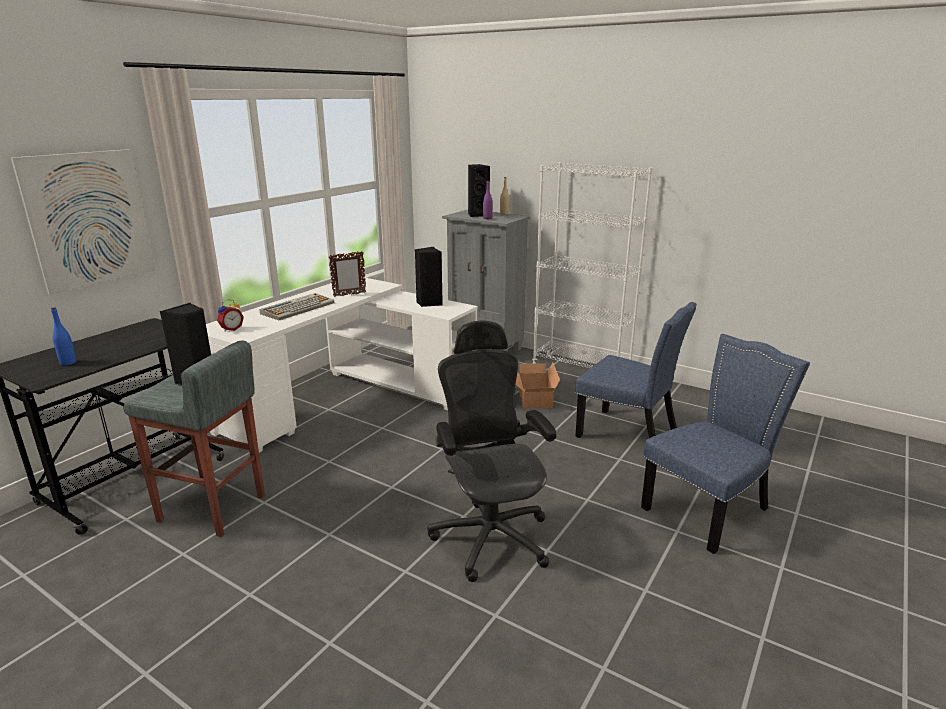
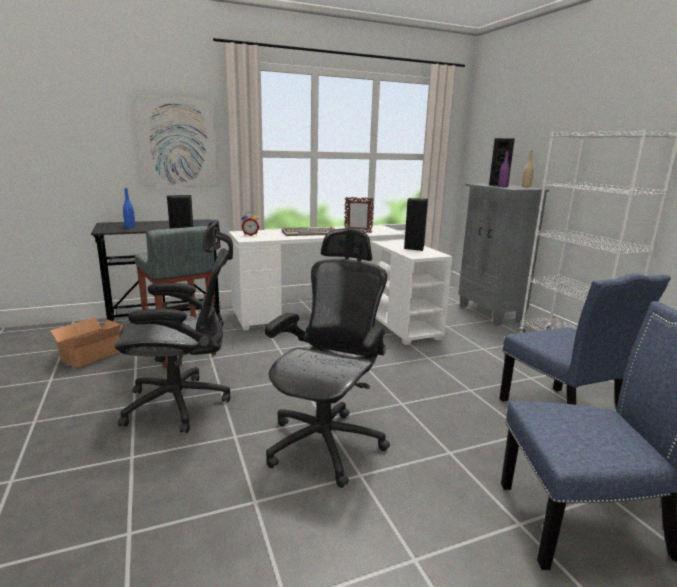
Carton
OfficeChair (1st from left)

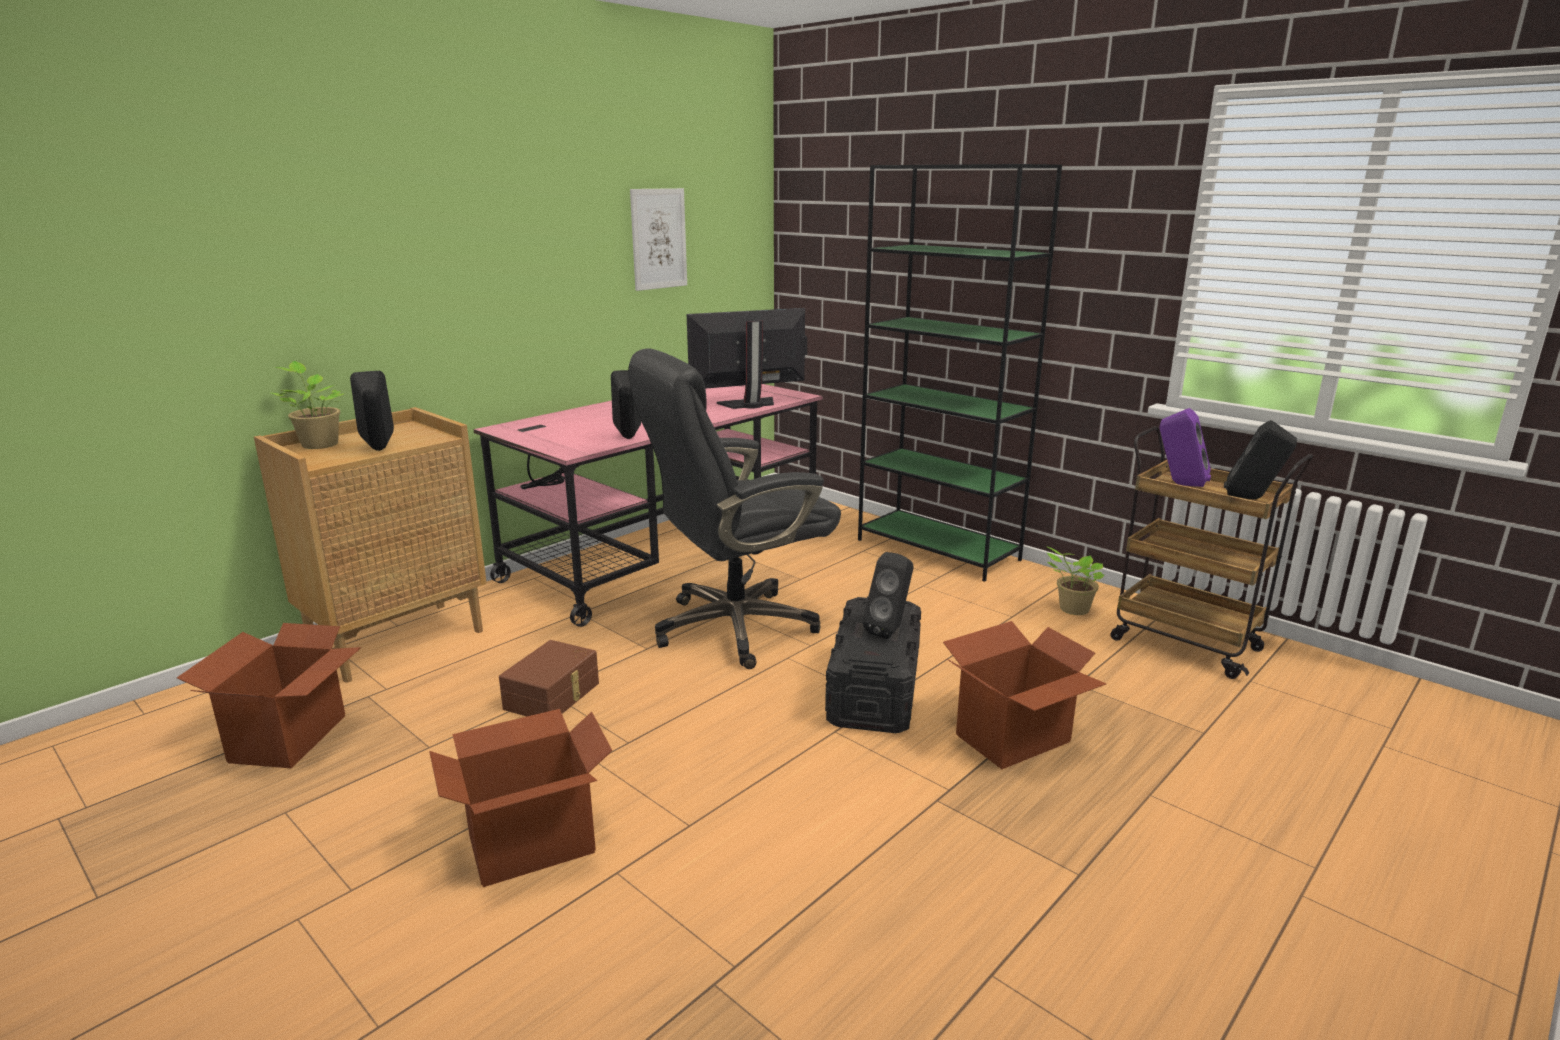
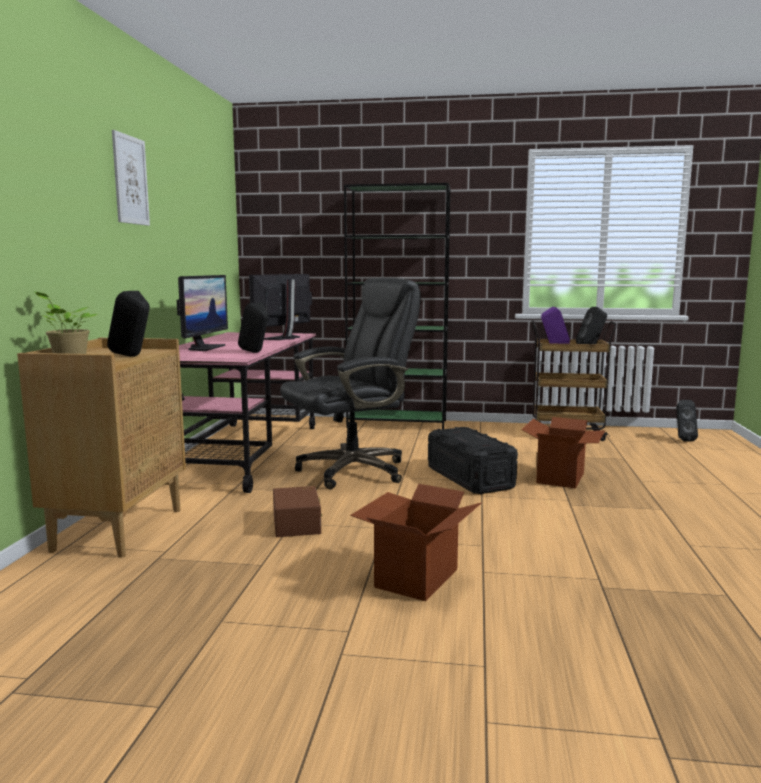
Carton (1st from left in the first image)
BlackOfficeChair
WallArt
BlackSpeaker (4th from left)
Houseplant (2nd from left in the first image)
ComputerDisplay (1st from left)

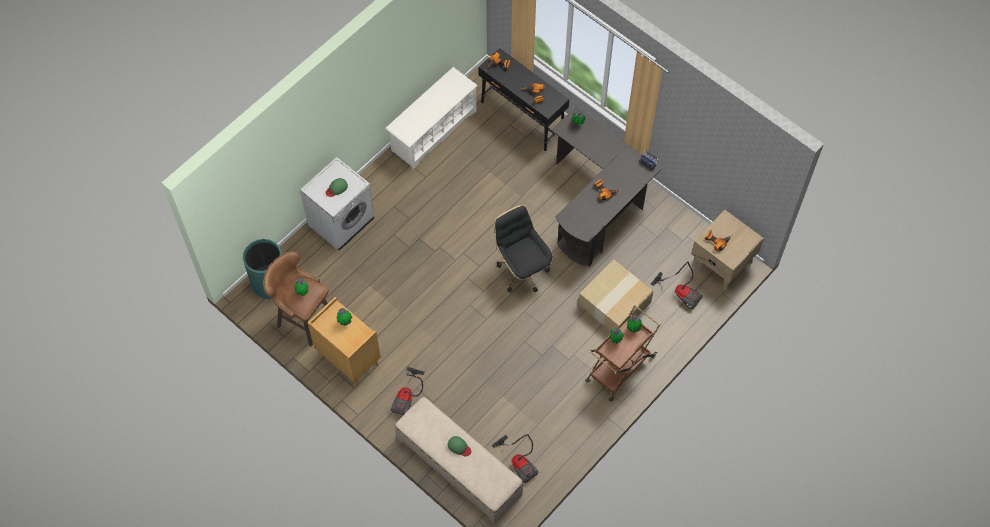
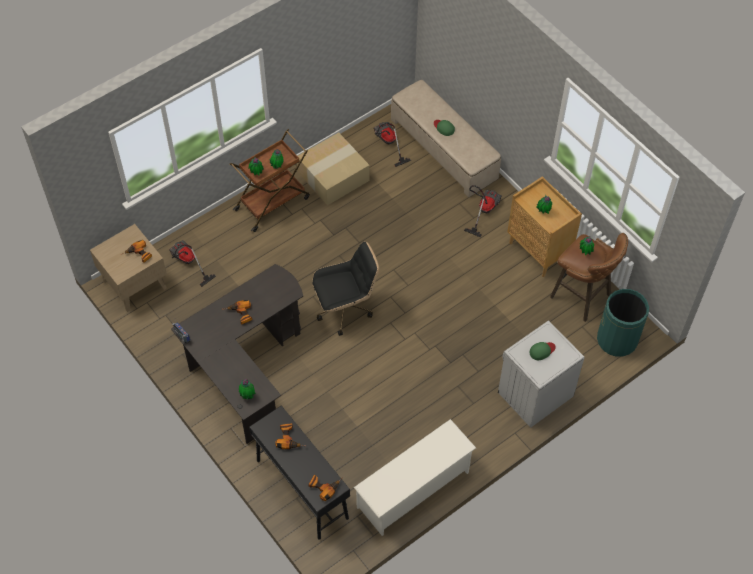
BlackOfficeChair
Carton

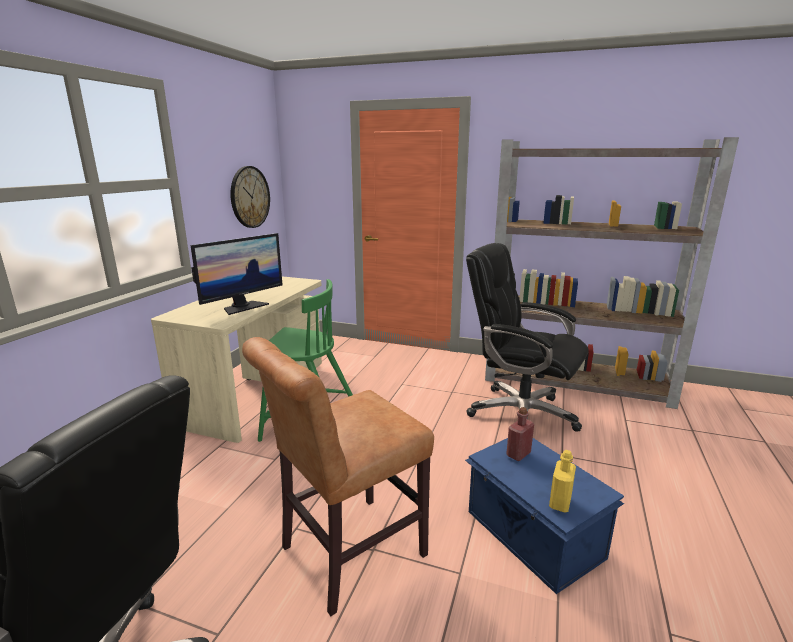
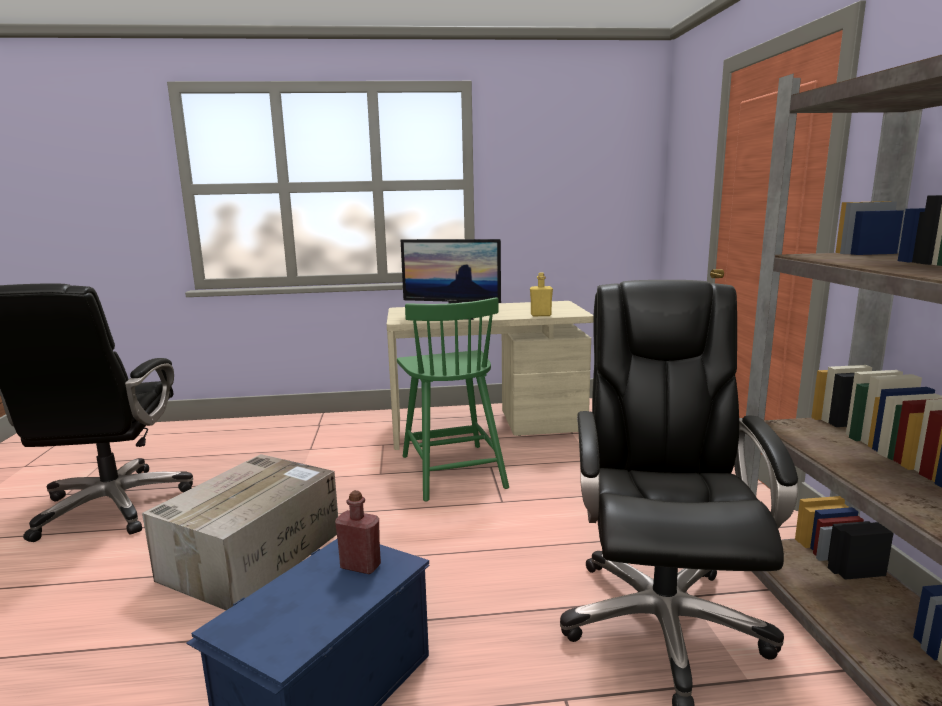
HangingClock
Carton
YellowishDrinkBottle

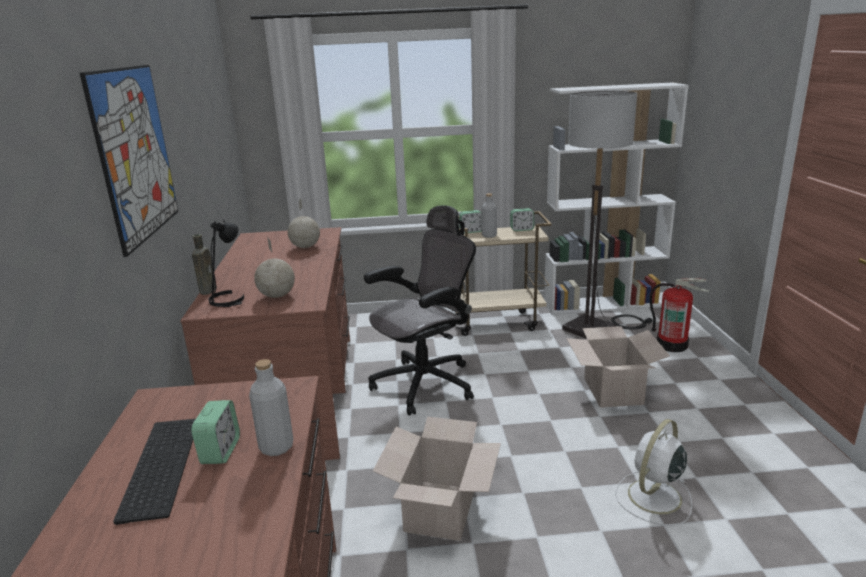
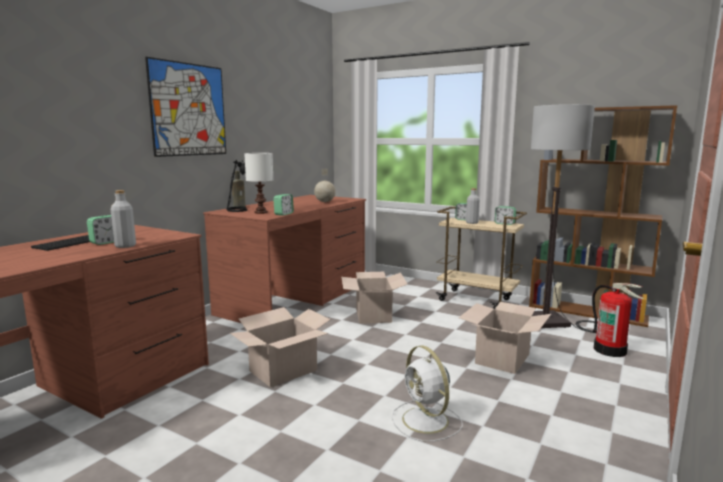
WhiteColouredTabletopLamp
Carton (2nd from left)
BrownColouredShelvingUnit
WhiteColouredCoolingFan
BedsideClock (2nd from left)

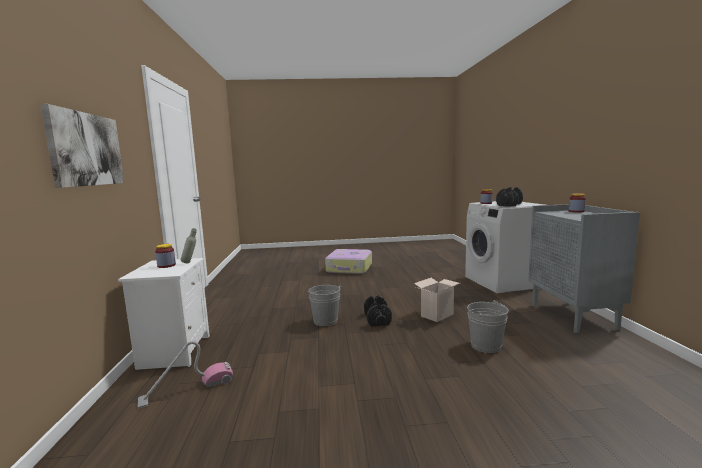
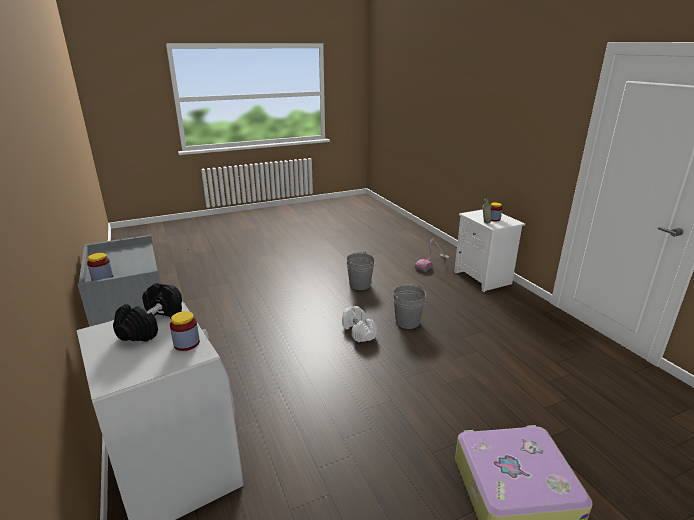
WallArt
WhiteColouredHandWeight
Carton
GreyishWaterBucket (1st from left)

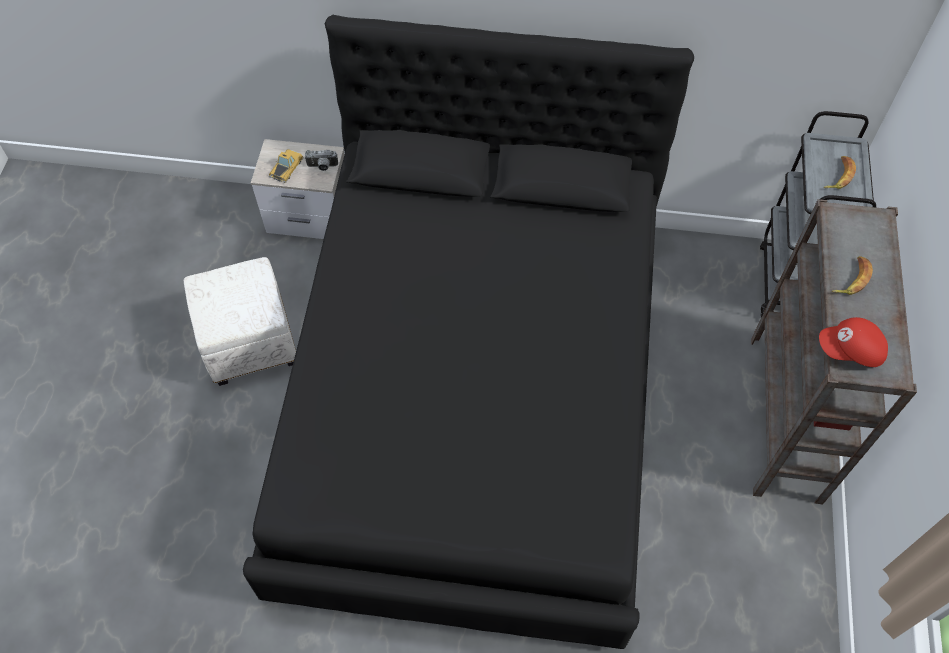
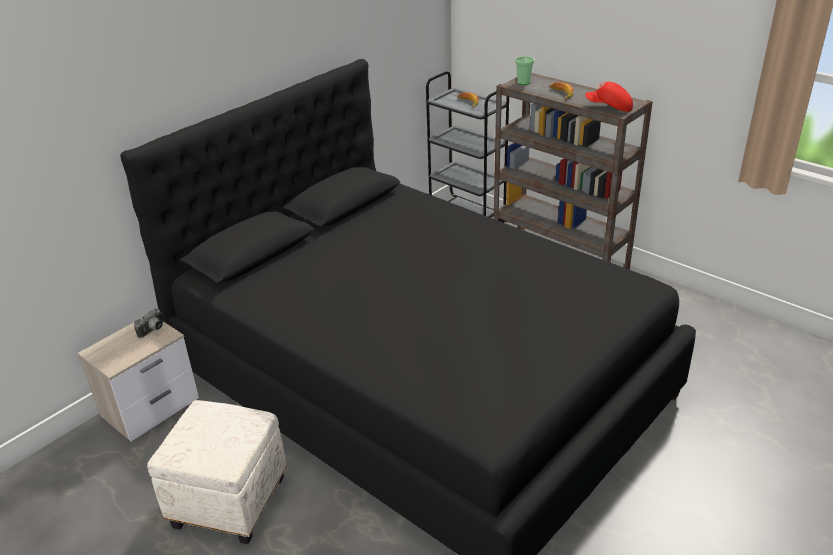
MiniatureCar
ReddishPeakedCap
SmallCup

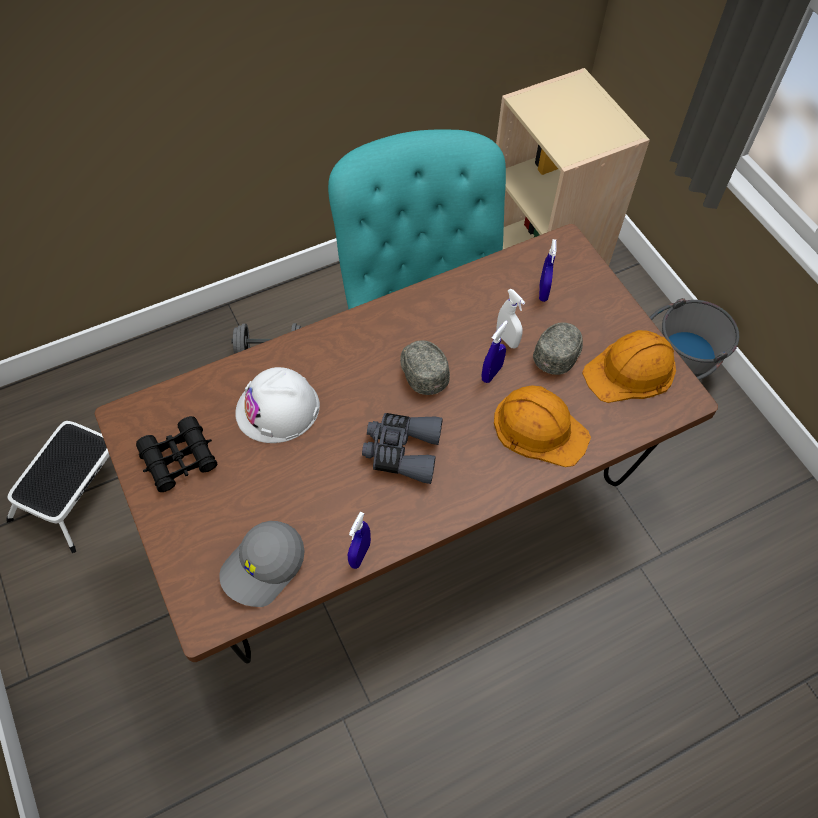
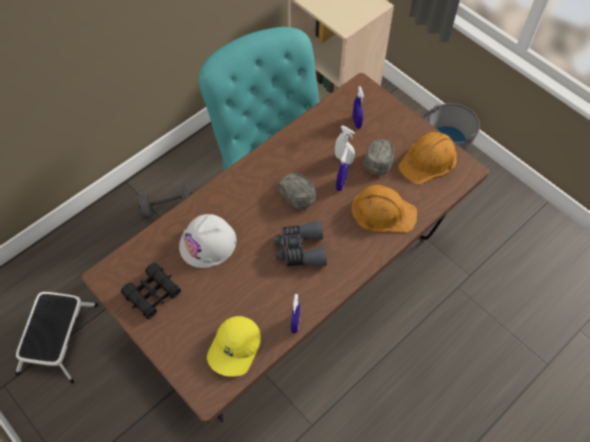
YellowishPeakedCap

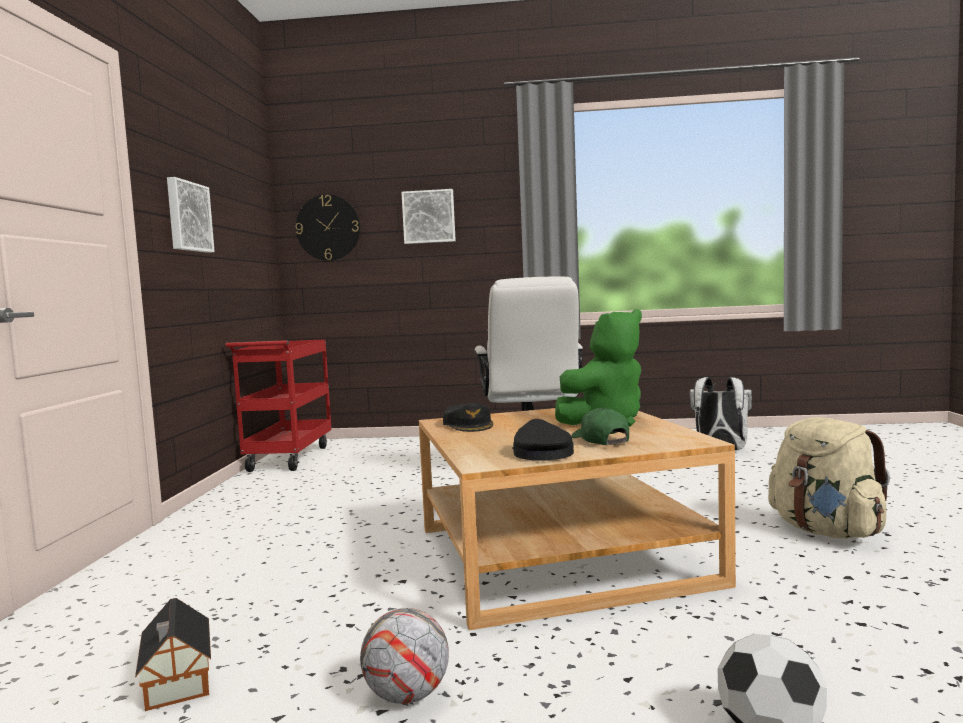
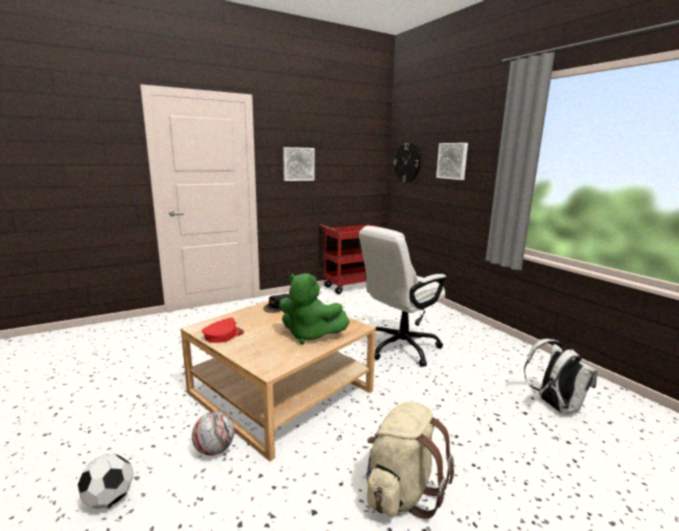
ModelHouse
Football (2nd from left)
ReddishPeakedCap
GreenishPeakedCap

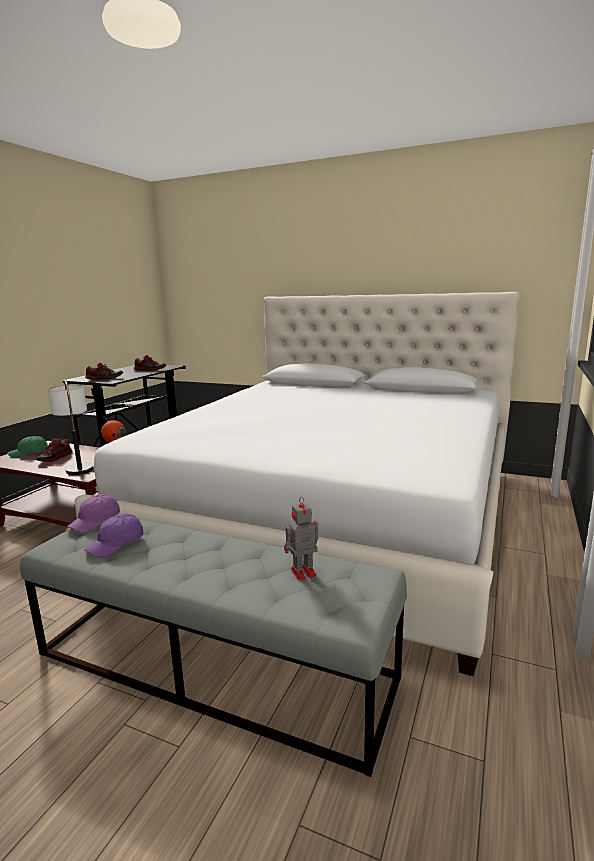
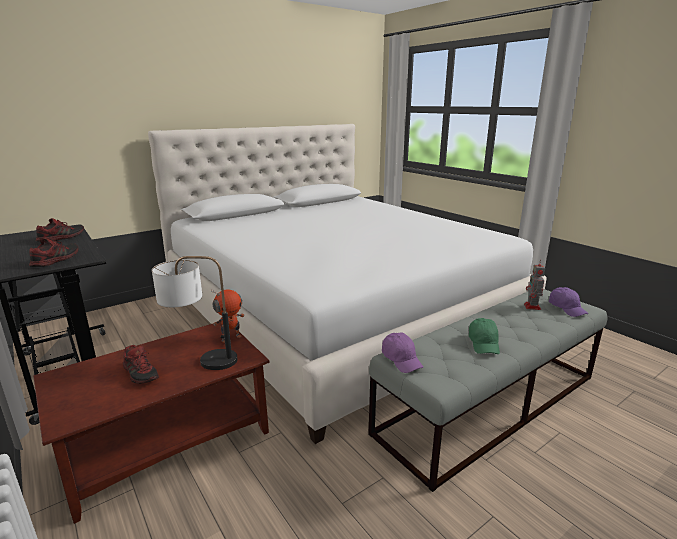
GreenishPeakedCap
PurpleColouredPeakedCap (2nd from left)

